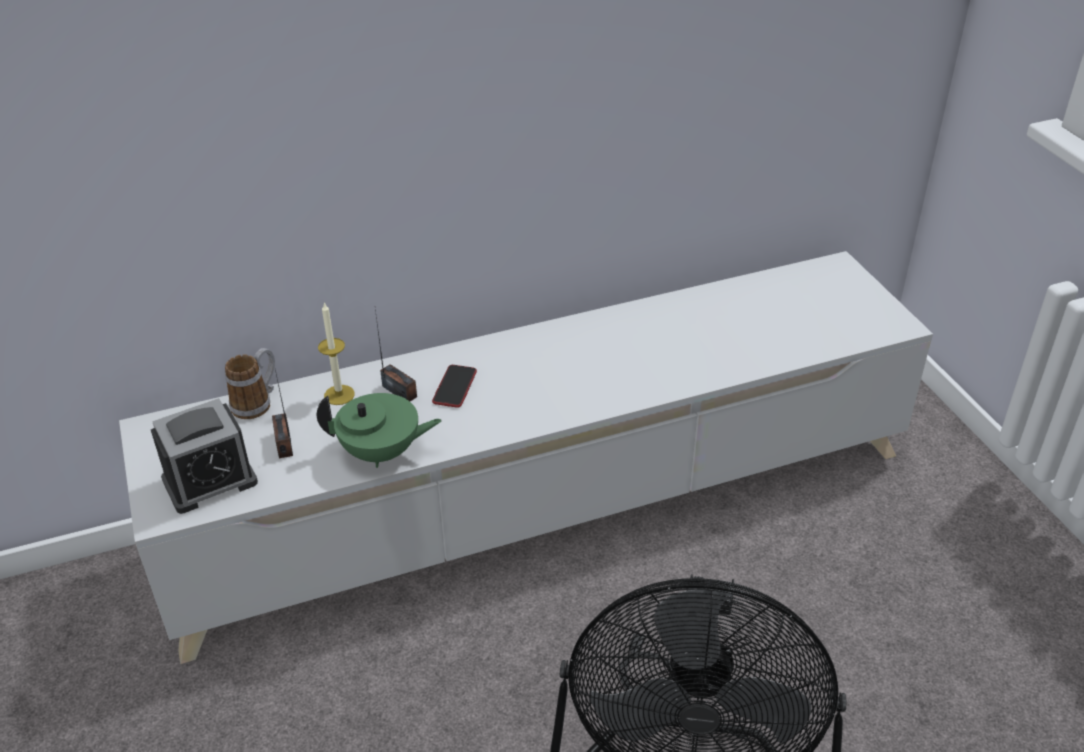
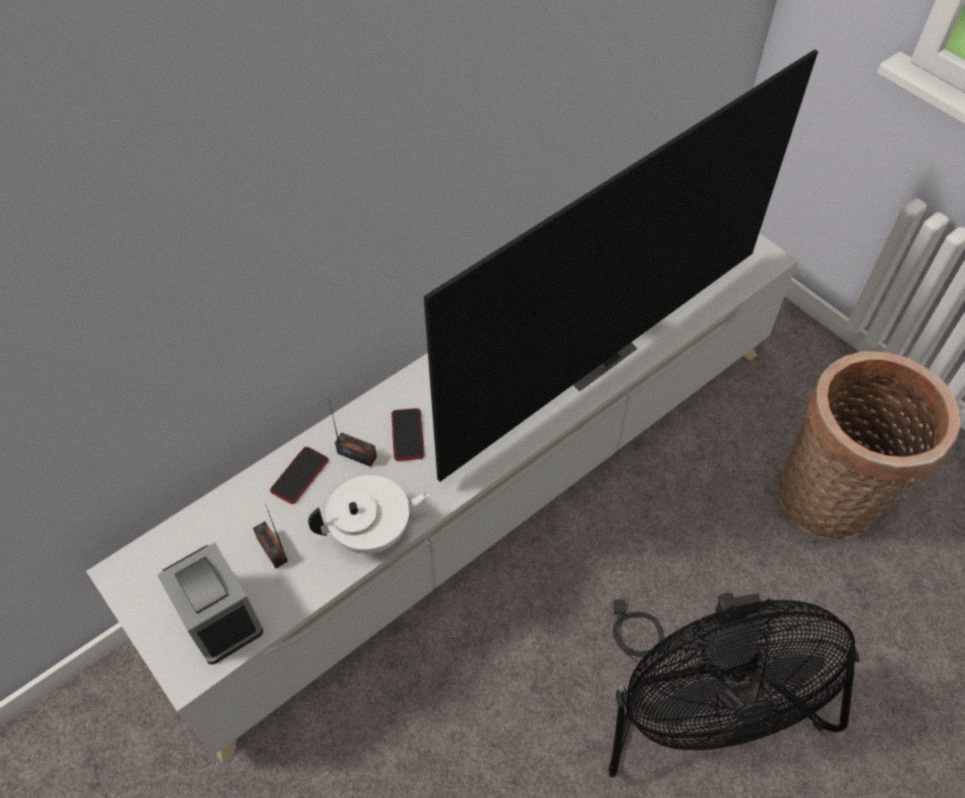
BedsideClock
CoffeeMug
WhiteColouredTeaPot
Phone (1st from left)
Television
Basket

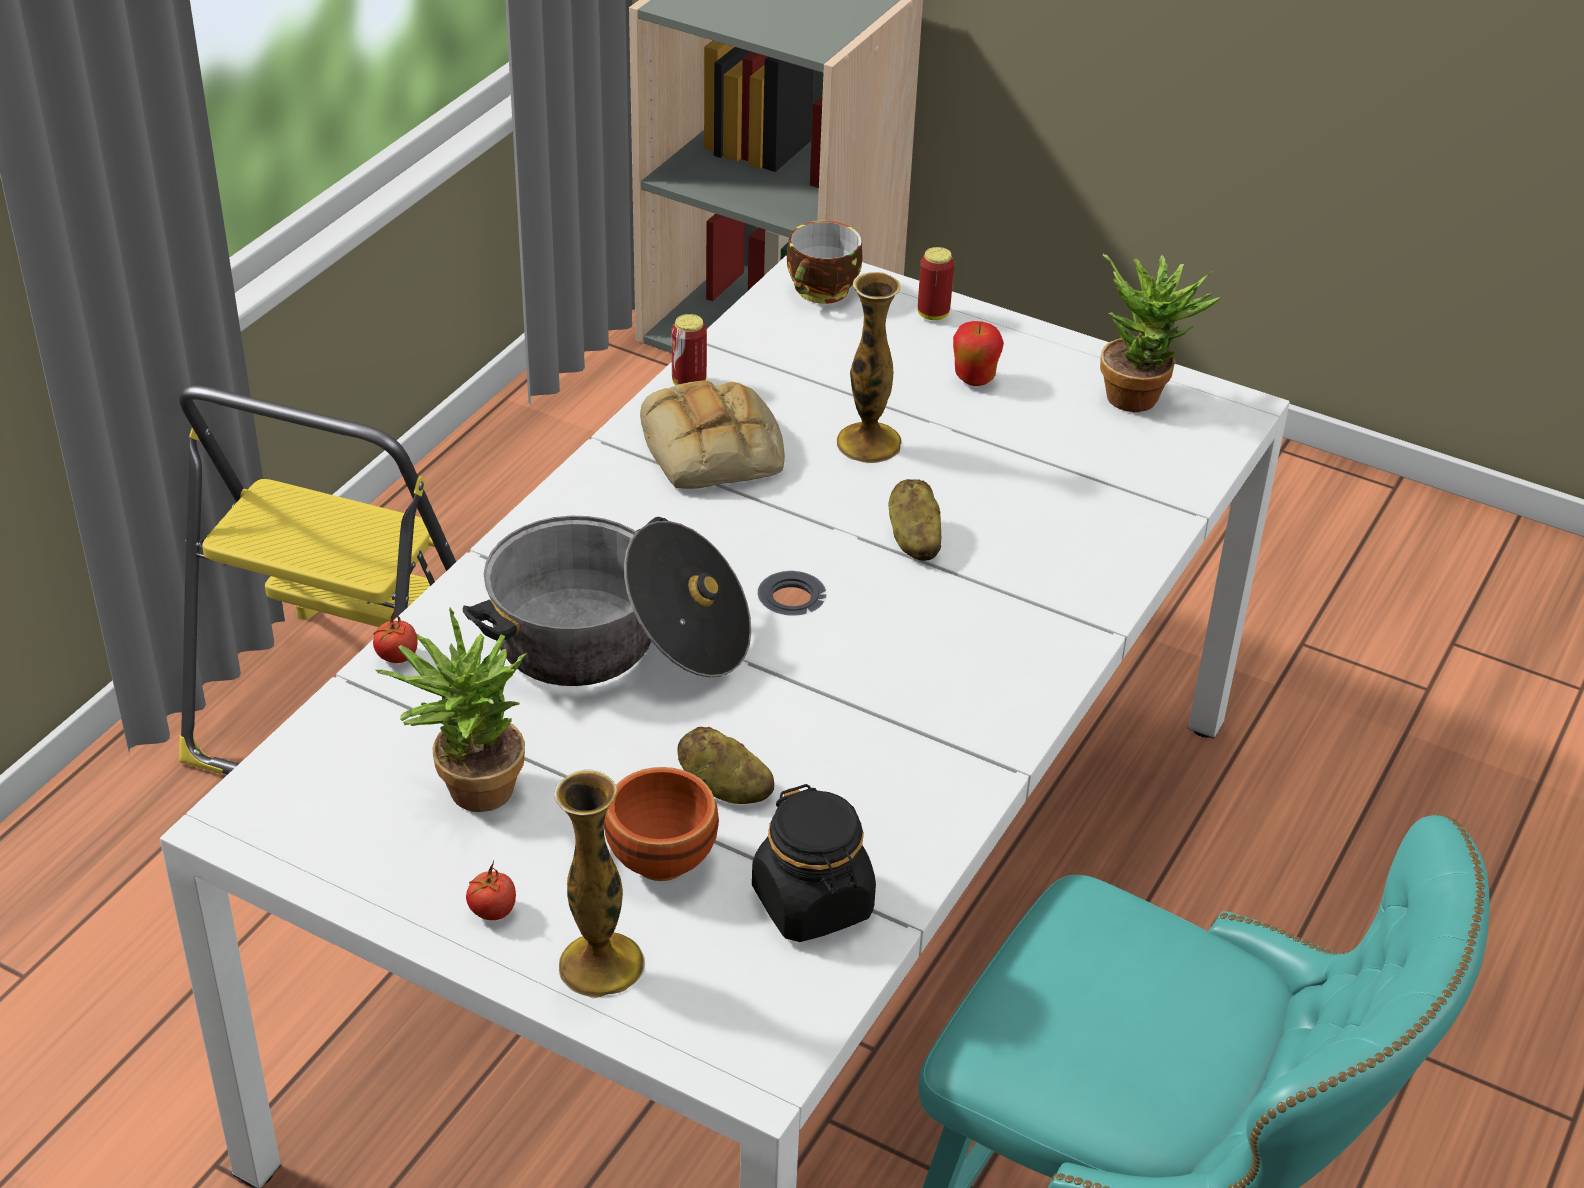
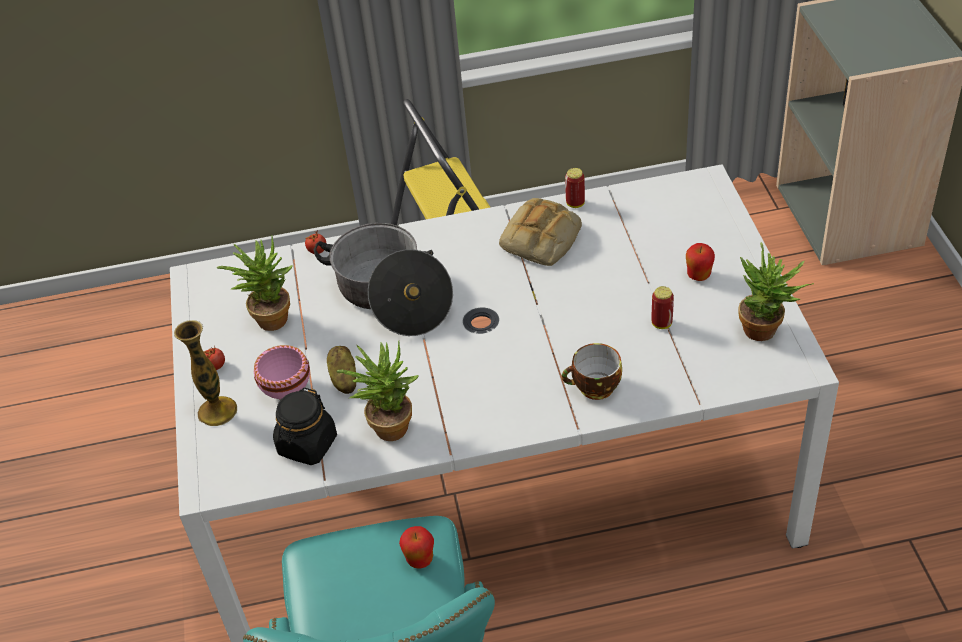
PinkishDeepDish
SmallCup
FlowerVase (2nd from left in the first image)
Spud (2nd from left in the first image)
MetalCan (2nd from left)
Houseplant (2nd from left)
WholeApple (1st from left)

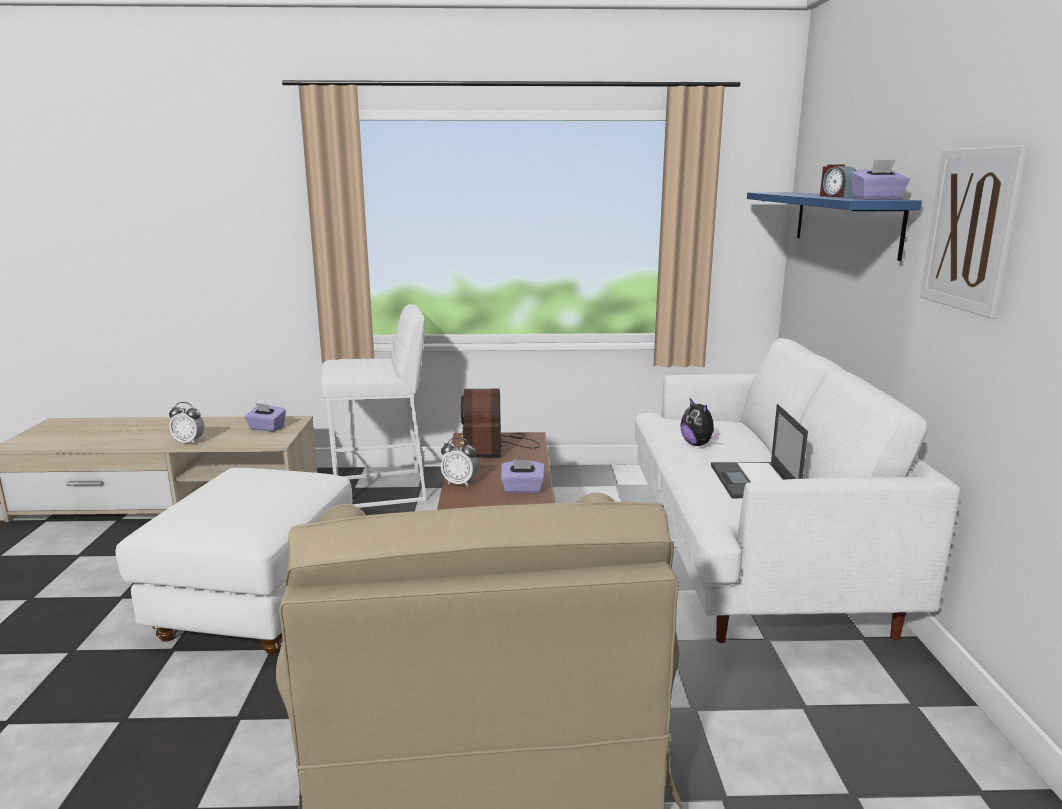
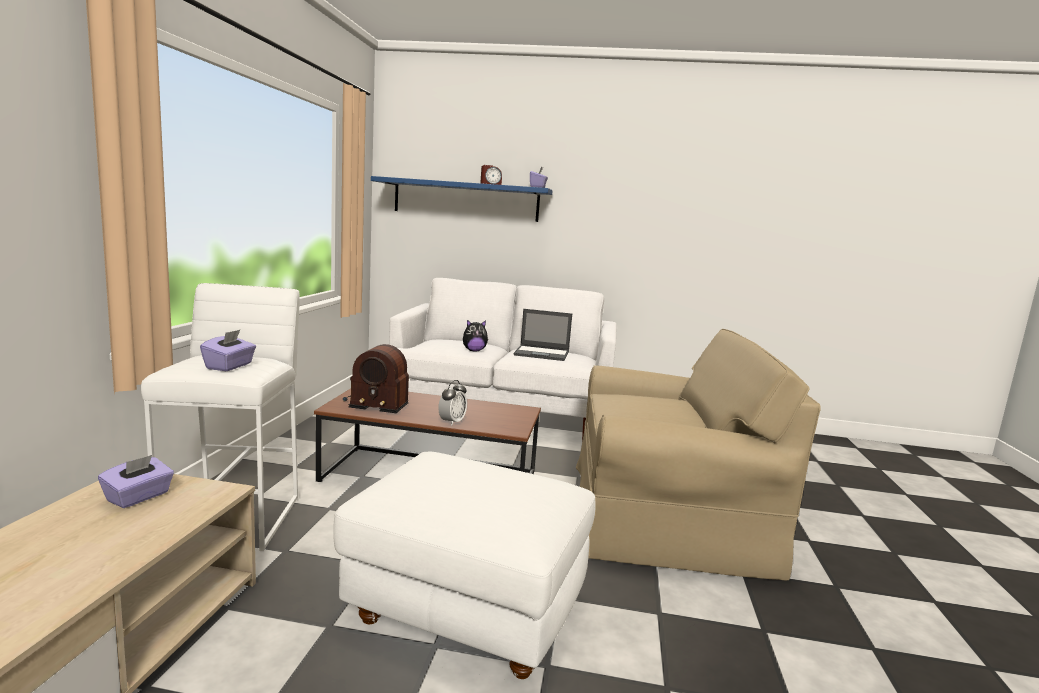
BedsideClock (1st from left in the first image)
PurpleColouredTissueHolder (2nd from left)
WallArt

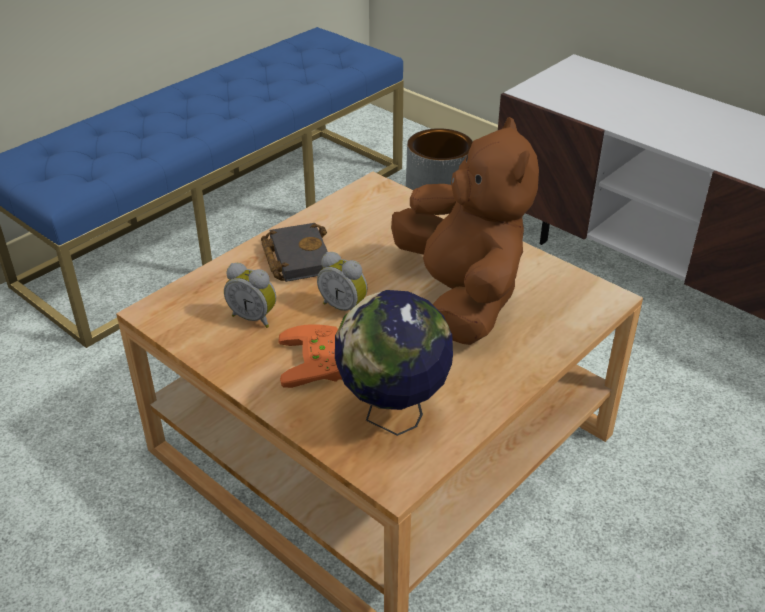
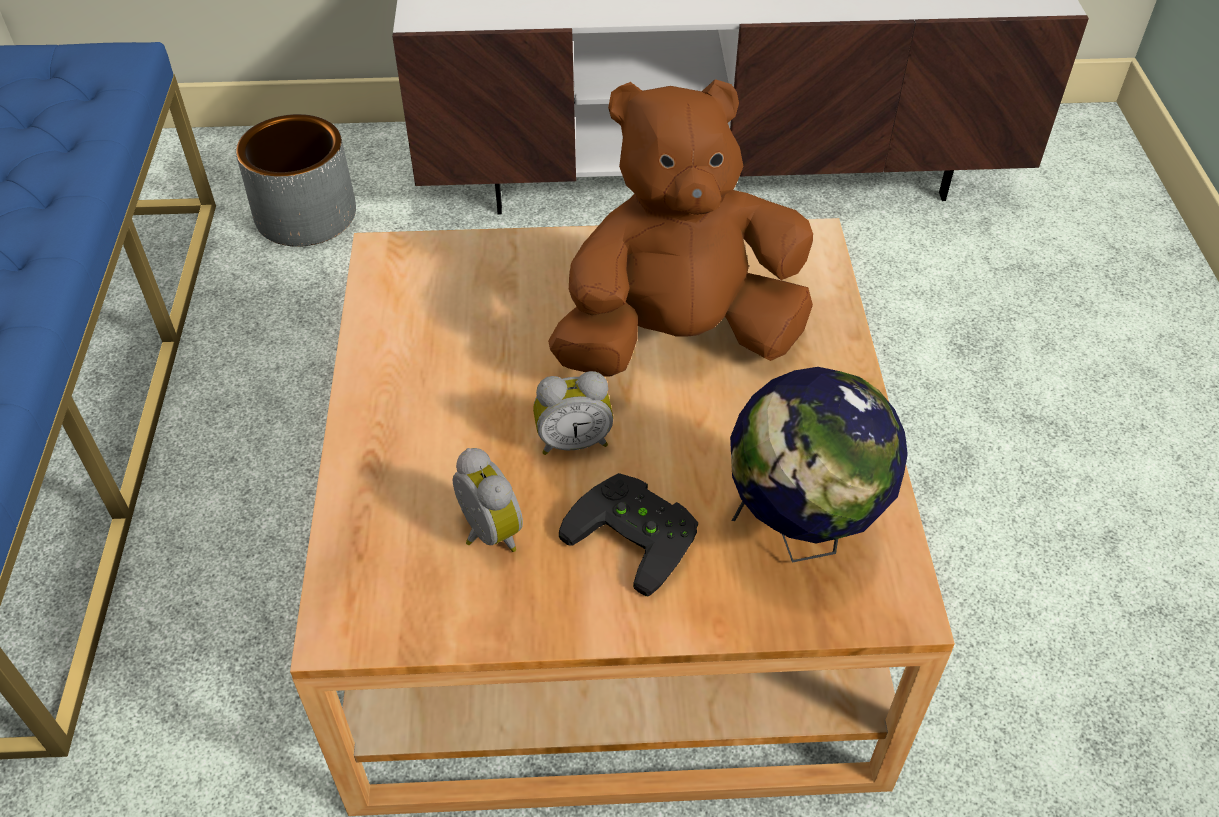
BedsideClock (1st from left)
BlackBook
BlackGameController
BrownColouredCuddlyToy

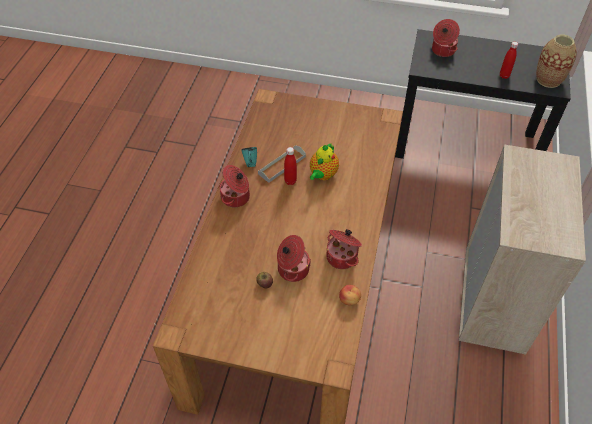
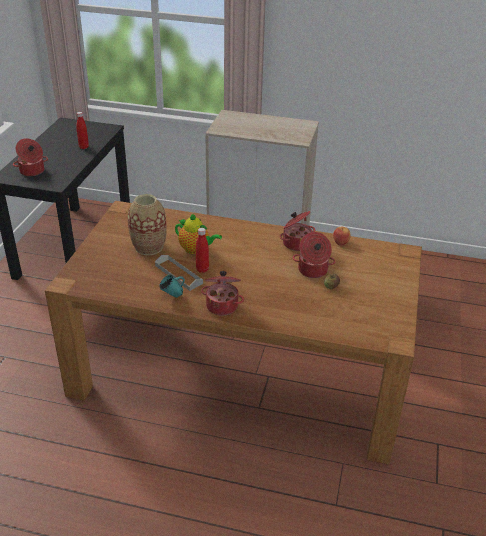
FlowerVase

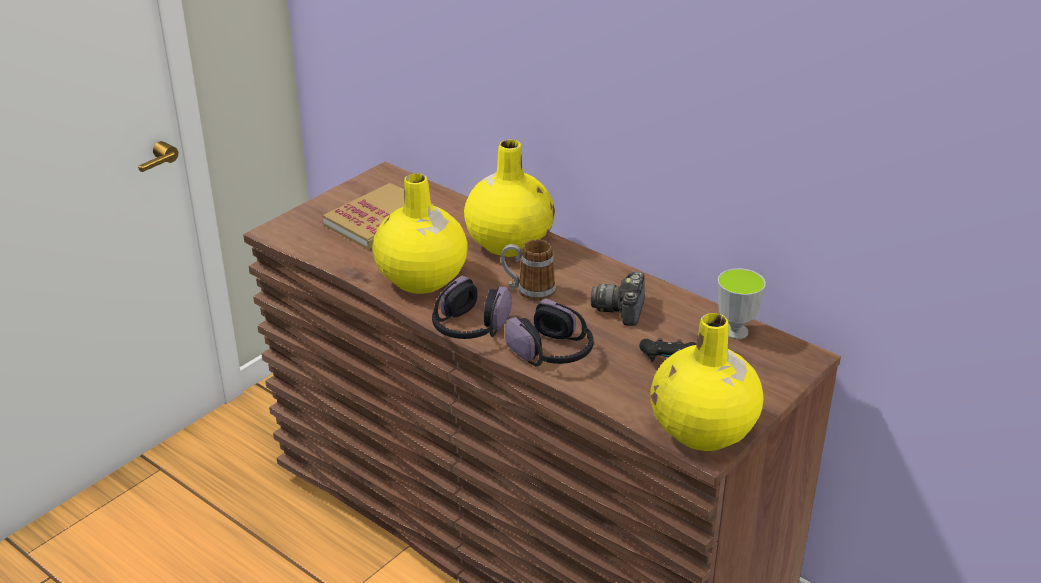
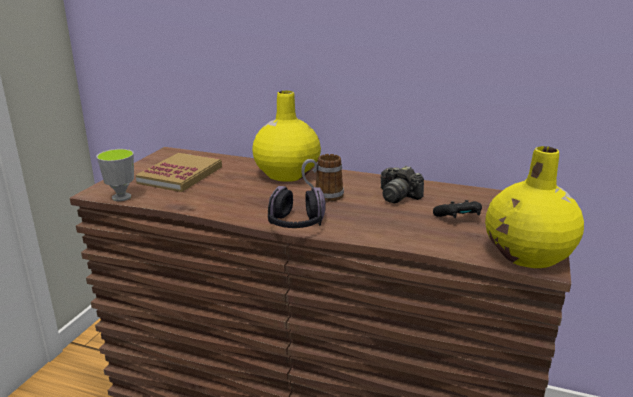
YellowishFlowerVase (1st from left in the first image)
PairOfHeadphones (2nd from left in the first image)
PhotoCamera
SmallCup

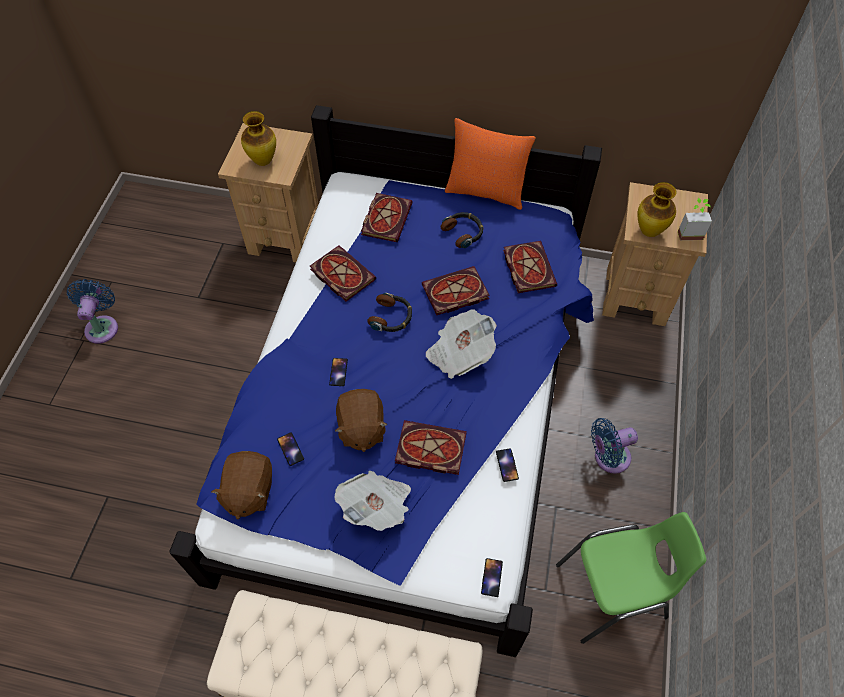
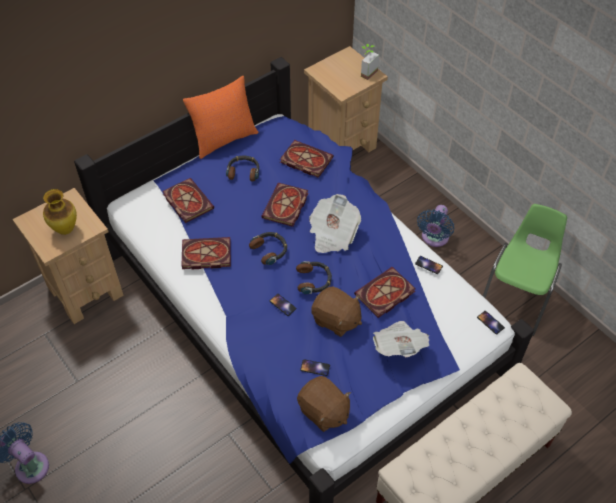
FlowerVase (2nd from left in the first image)
PairOfHeadphones (3rd from left)

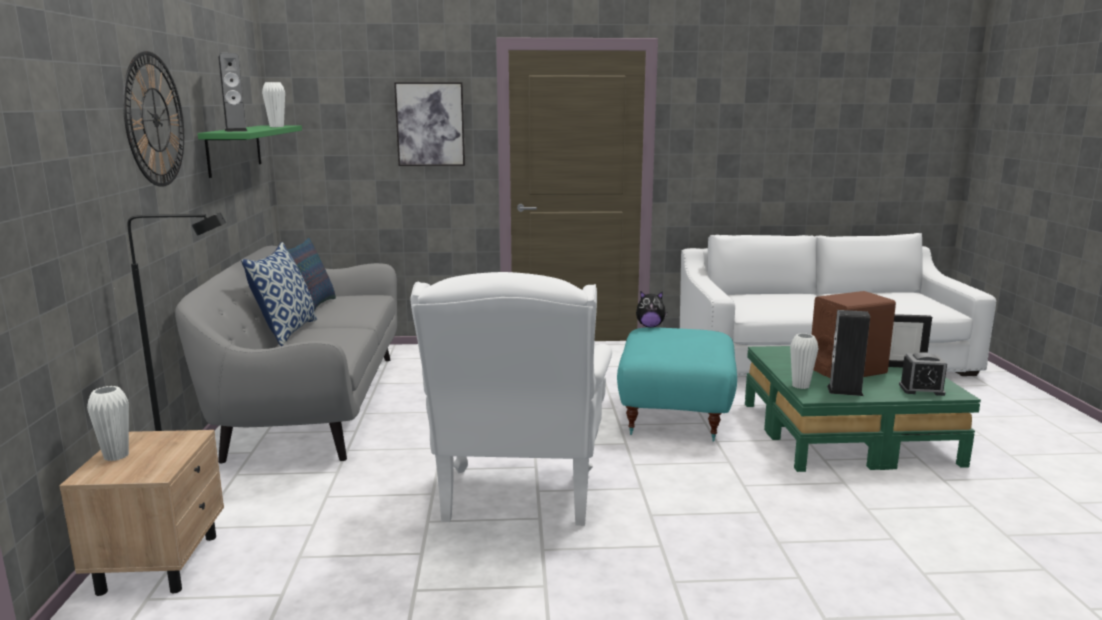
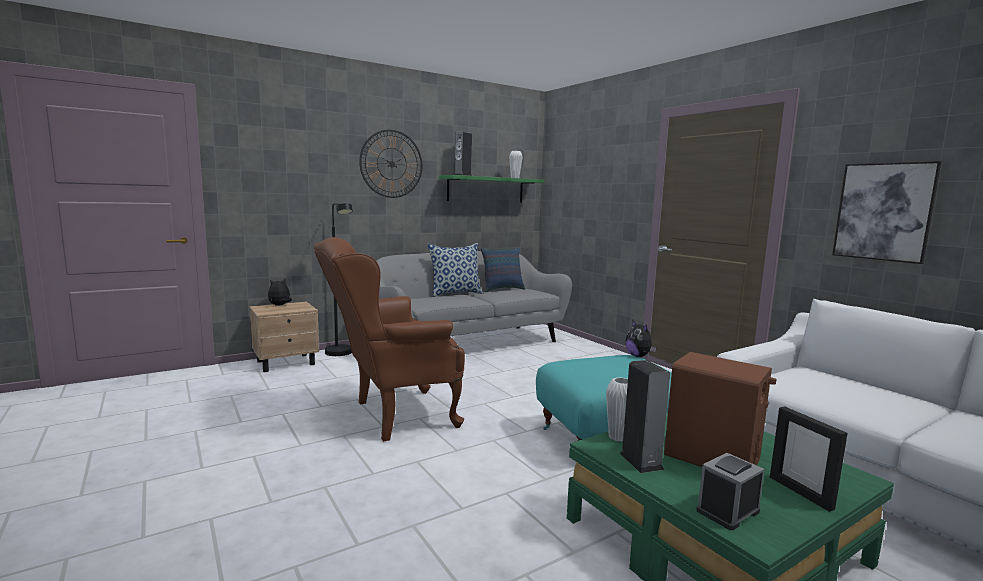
CuddlyToy (1st from left)
WallArt
BrownColouredLoungeChair
BedsideClock

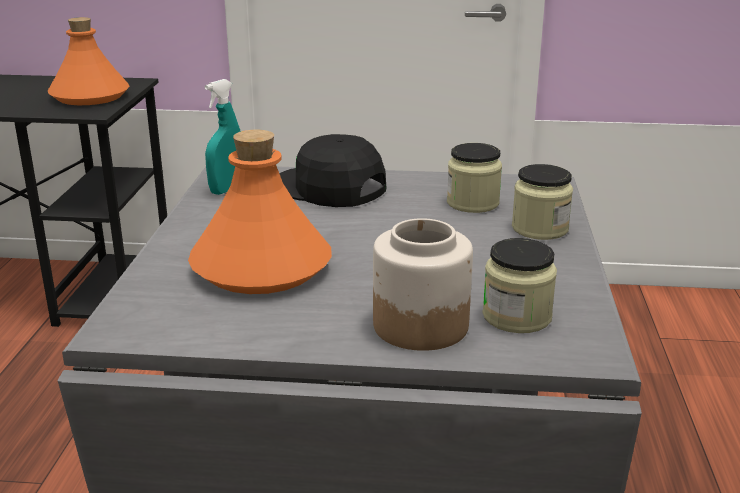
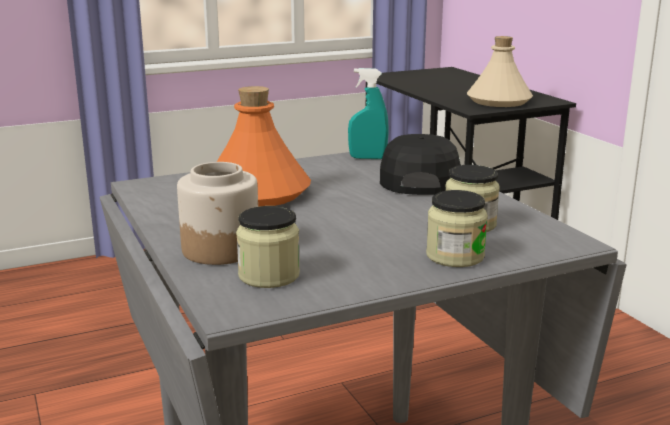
SandColouredDrinkBottle

